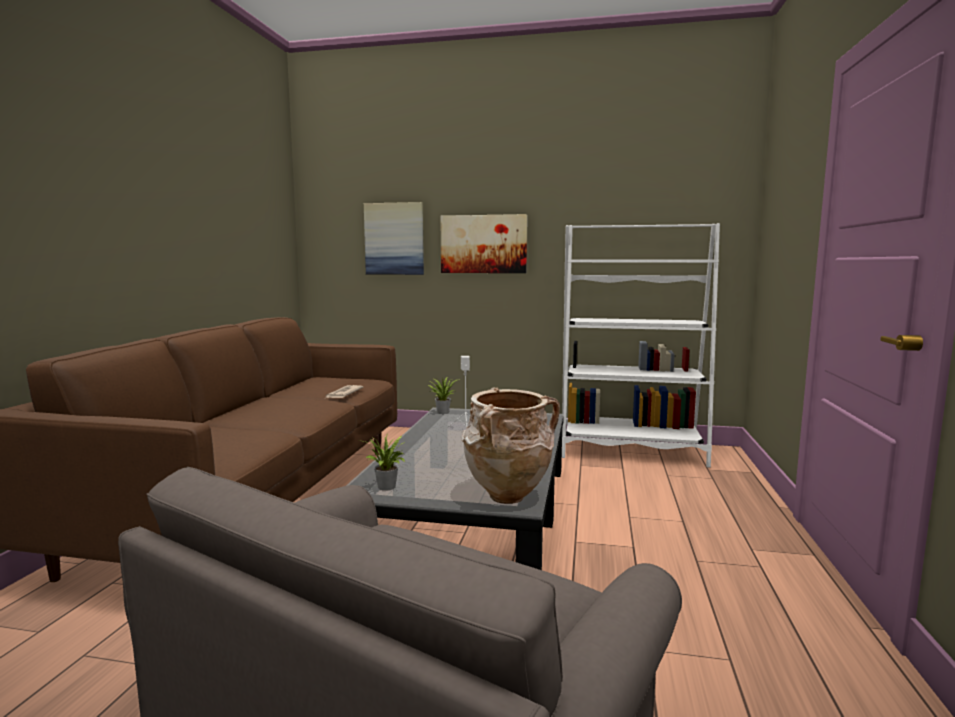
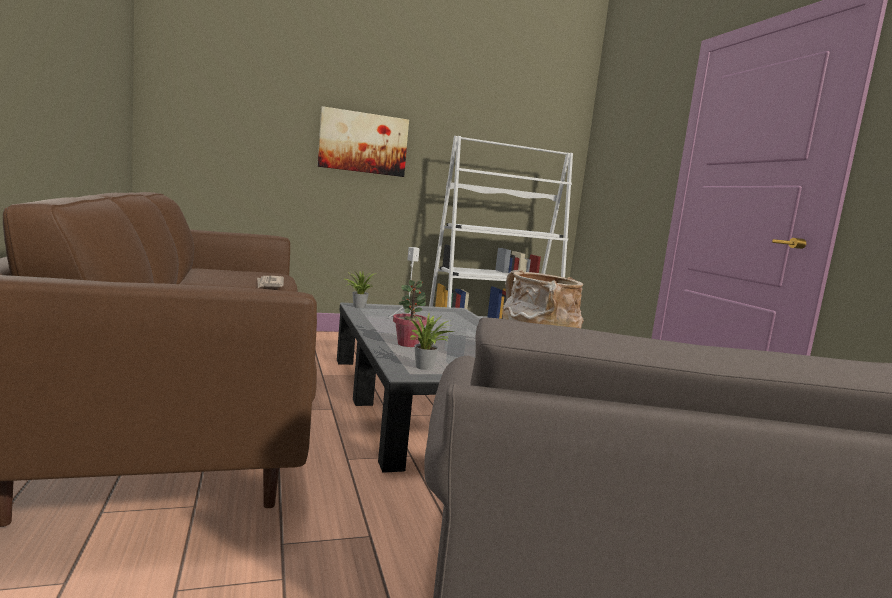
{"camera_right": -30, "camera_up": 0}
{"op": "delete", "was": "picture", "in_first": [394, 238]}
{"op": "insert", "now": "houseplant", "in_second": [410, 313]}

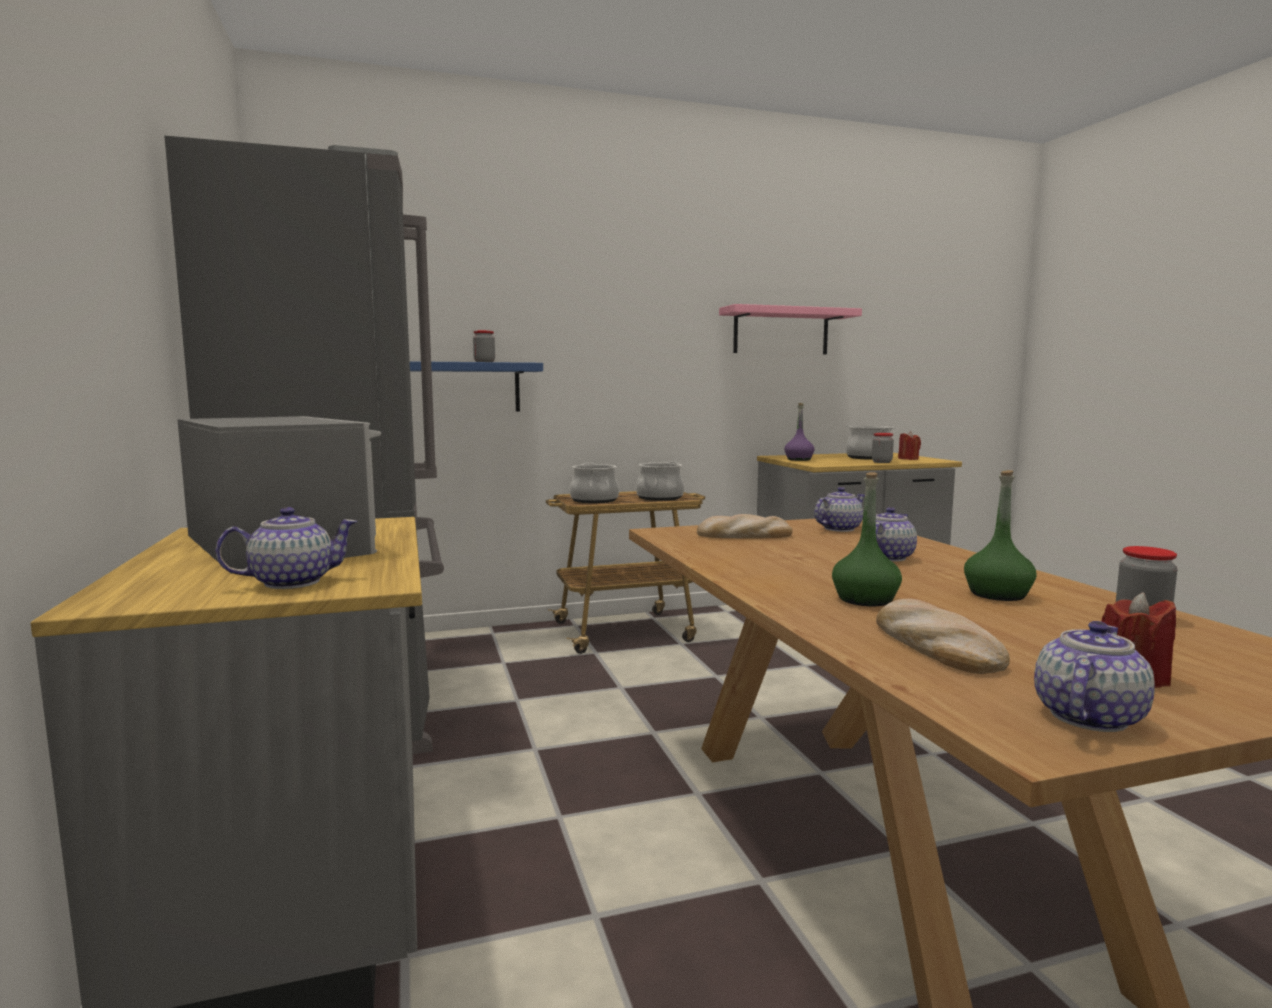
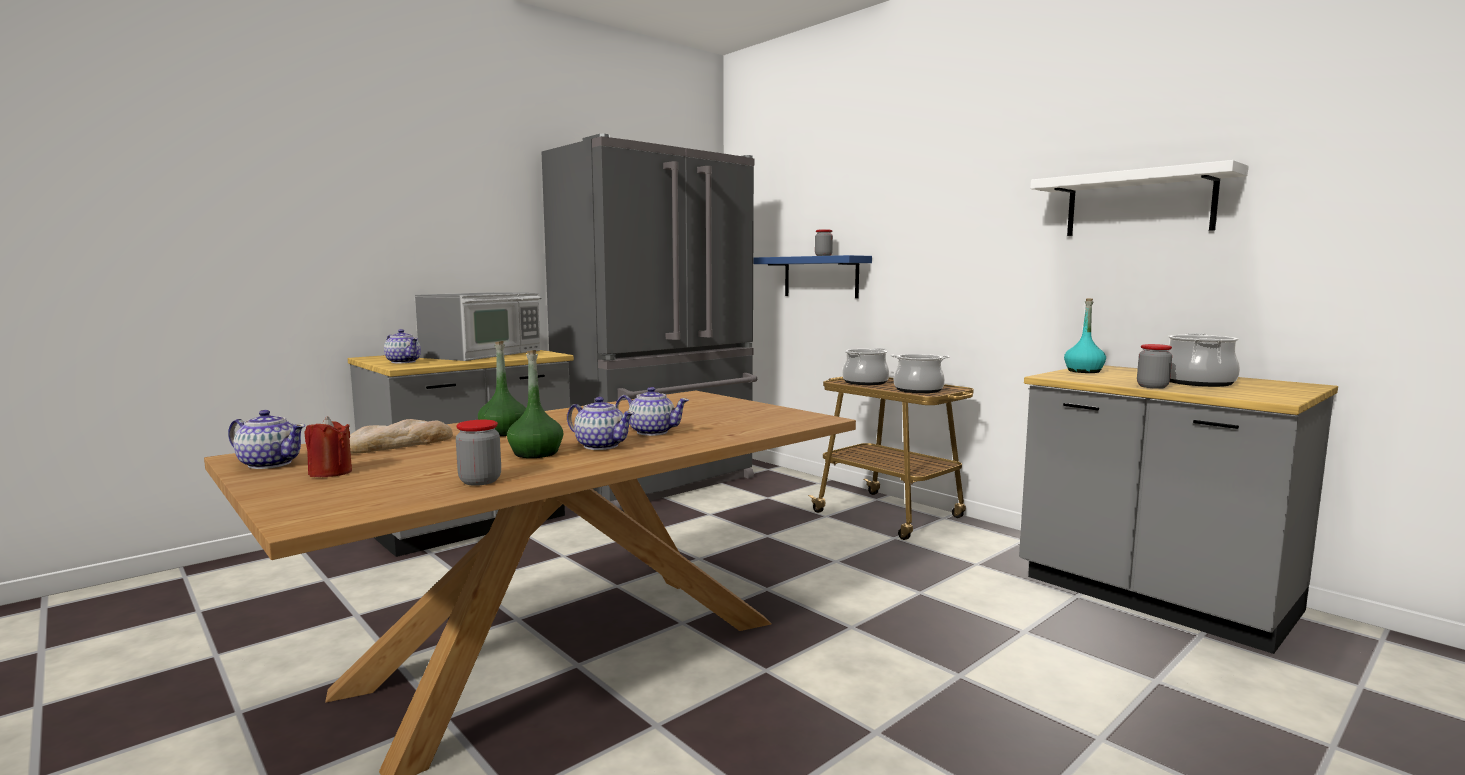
{"camera_right": 65, "camera_up": 0}
{"op": "delete", "was": "bread", "in_first": [745, 526]}
{"op": "delete", "was": "red wax light", "in_first": [909, 445]}
{"op": "move", "was": "pot for tea", "in_first": [839, 509], "in_second": [600, 423]}
{"op": "recolor", "was": "pinkish bracket shelf", "now": "white bracket shelf", "in_first": [790, 329], "in_second": [1139, 198]}
{"op": "recolor", "was": "purplish beverage bottle", "now": "blue-green beverage bottle", "in_first": [799, 432], "in_second": [1085, 335]}

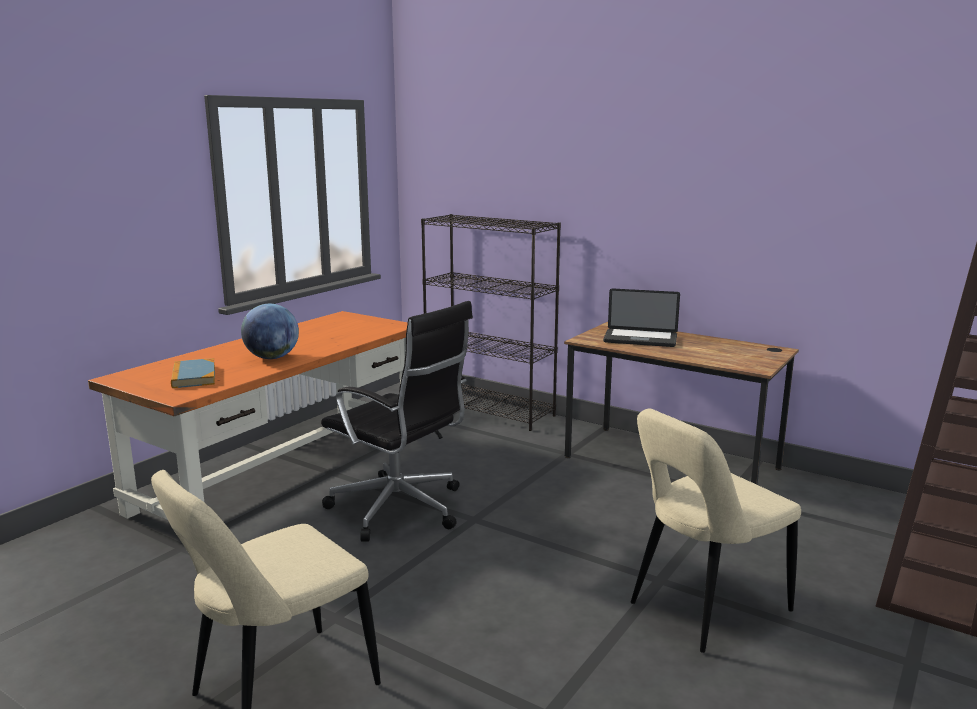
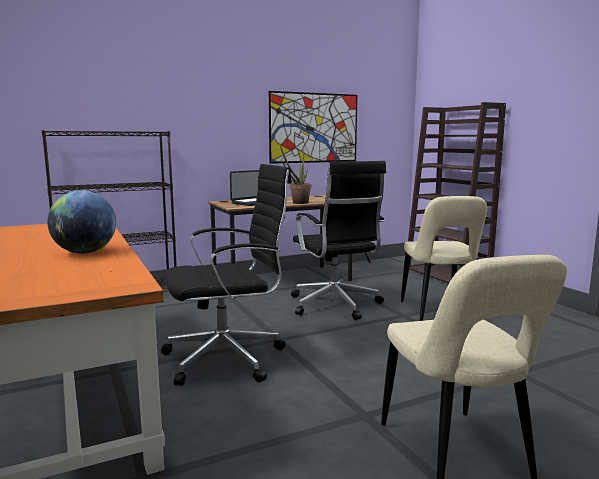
{"camera_right": -60, "camera_up": -5}
{"op": "delete", "was": "book", "in_first": [193, 373]}
{"op": "insert", "now": "picture", "in_second": [313, 127]}
{"op": "insert", "now": "houseplant", "in_second": [296, 174]}
{"op": "insert", "now": "blackish office chair", "in_second": [338, 240]}

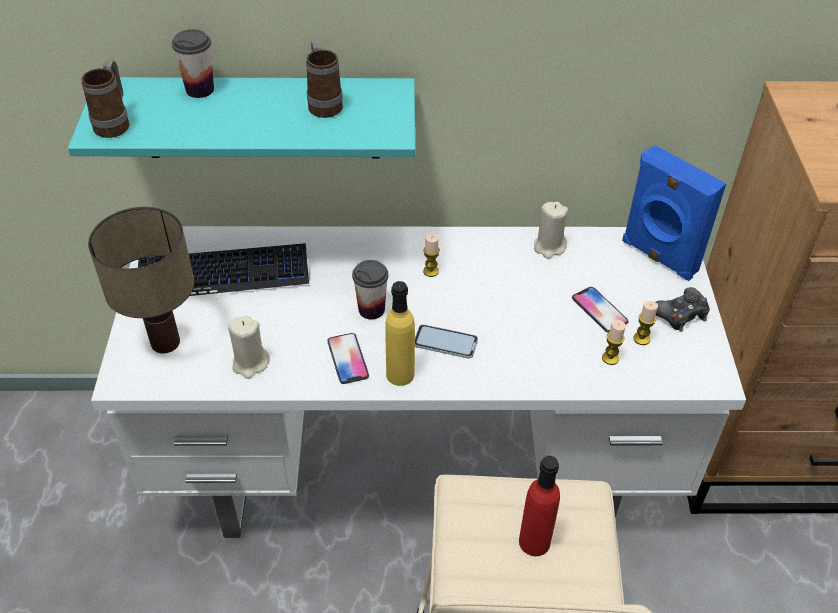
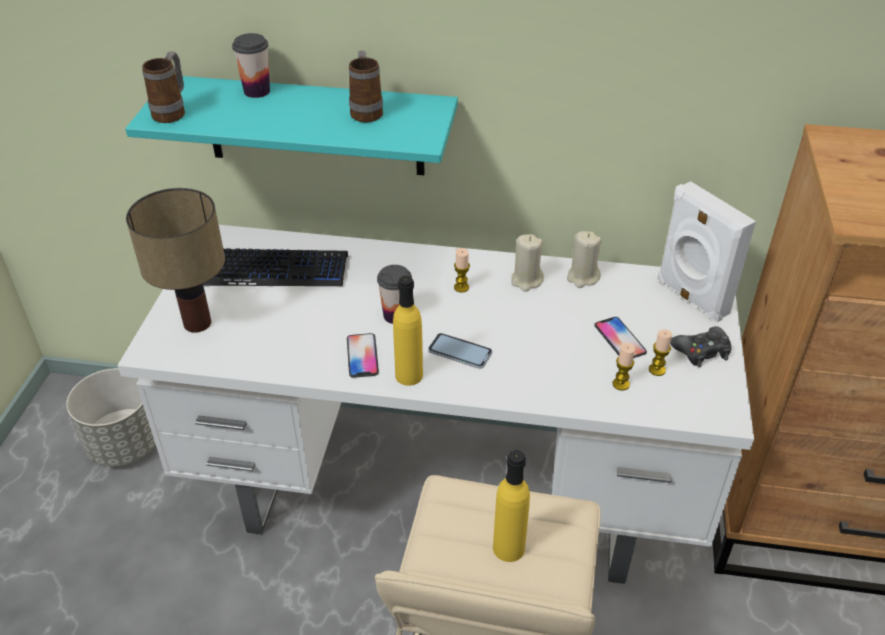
{"camera_right": 10, "camera_up": -5}
{"op": "insert", "now": "greyish flower pot", "in_second": [111, 417]}
{"op": "move", "was": "beige-coloured wax light", "in_first": [249, 347], "in_second": [527, 263]}
{"op": "recolor", "was": "red beverage bottle", "now": "yellow beverage bottle", "in_first": [539, 506], "in_second": [511, 506]}
{"op": "recolor", "was": "blue-coloured audio speaker", "now": "white audio speaker", "in_first": [674, 213], "in_second": [706, 251]}

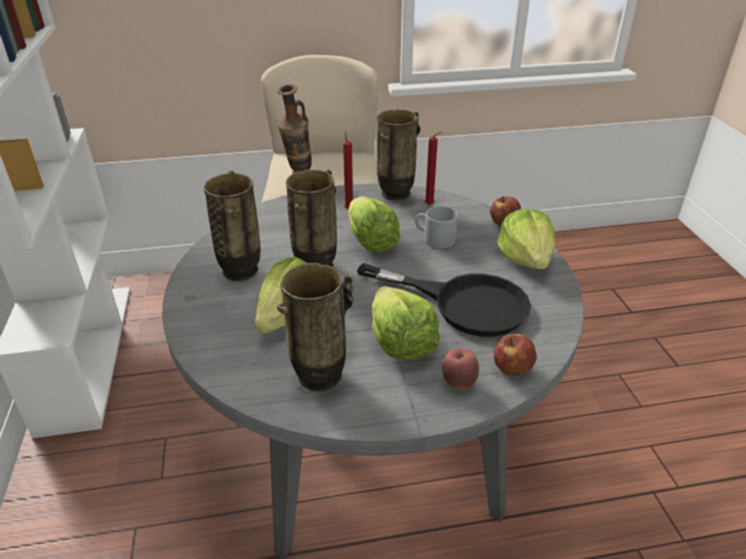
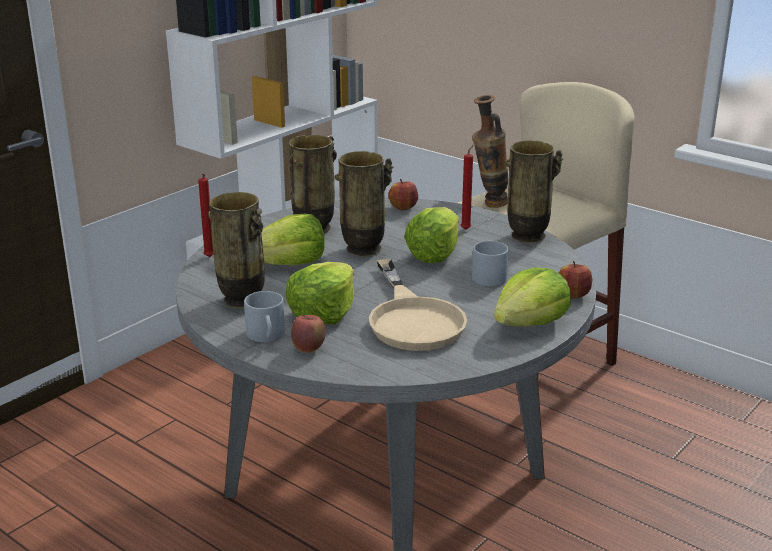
{"camera_right": 50, "camera_up": -10}
{"op": "insert", "now": "greyish tea mug", "in_second": [264, 316]}
{"op": "move", "was": "red wax light", "in_first": [433, 168], "in_second": [205, 215]}
{"op": "move", "was": "apple", "in_first": [515, 355], "in_second": [403, 194]}
{"op": "recolor", "was": "blackish pan", "now": "beige-coloured pan", "in_first": [444, 300], "in_second": [418, 305]}

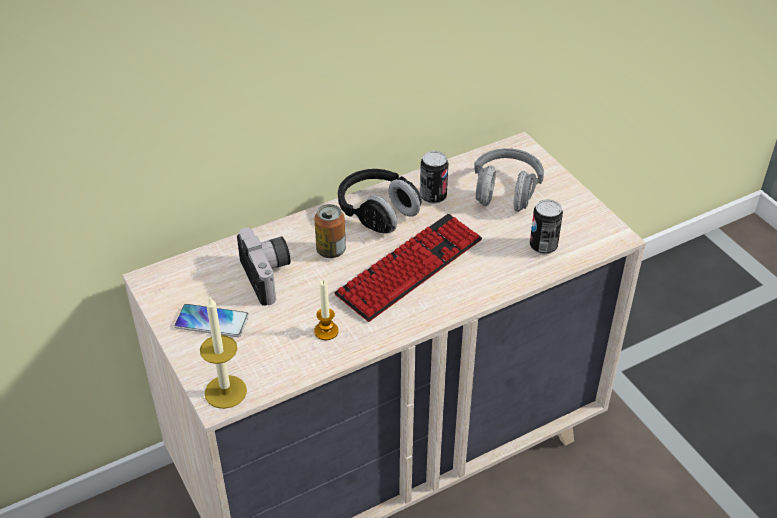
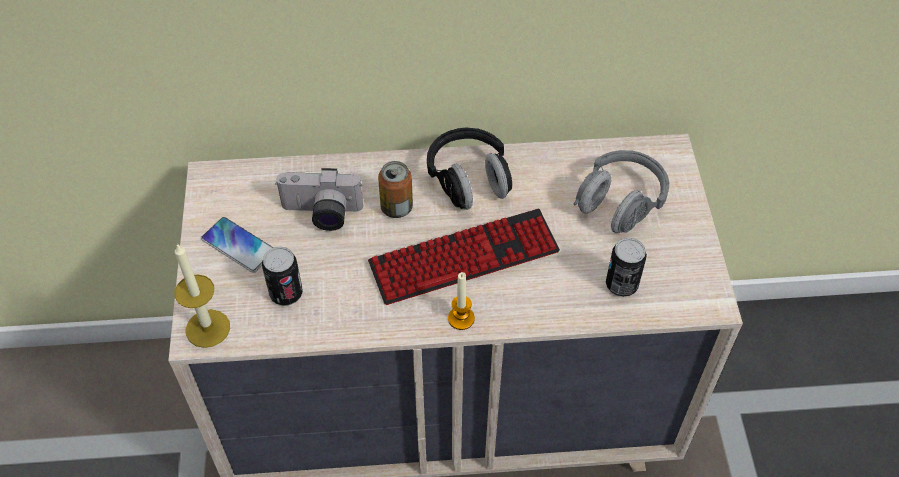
{"camera_right": 25, "camera_up": 10}
{"op": "move", "was": "wax light", "in_first": [326, 310], "in_second": [461, 301]}
{"op": "move", "was": "metal can", "in_first": [434, 177], "in_second": [282, 276]}
{"op": "rotate", "was": "photo camera", "in_first": [263, 267], "in_second": [319, 199], "clockwise": 90}

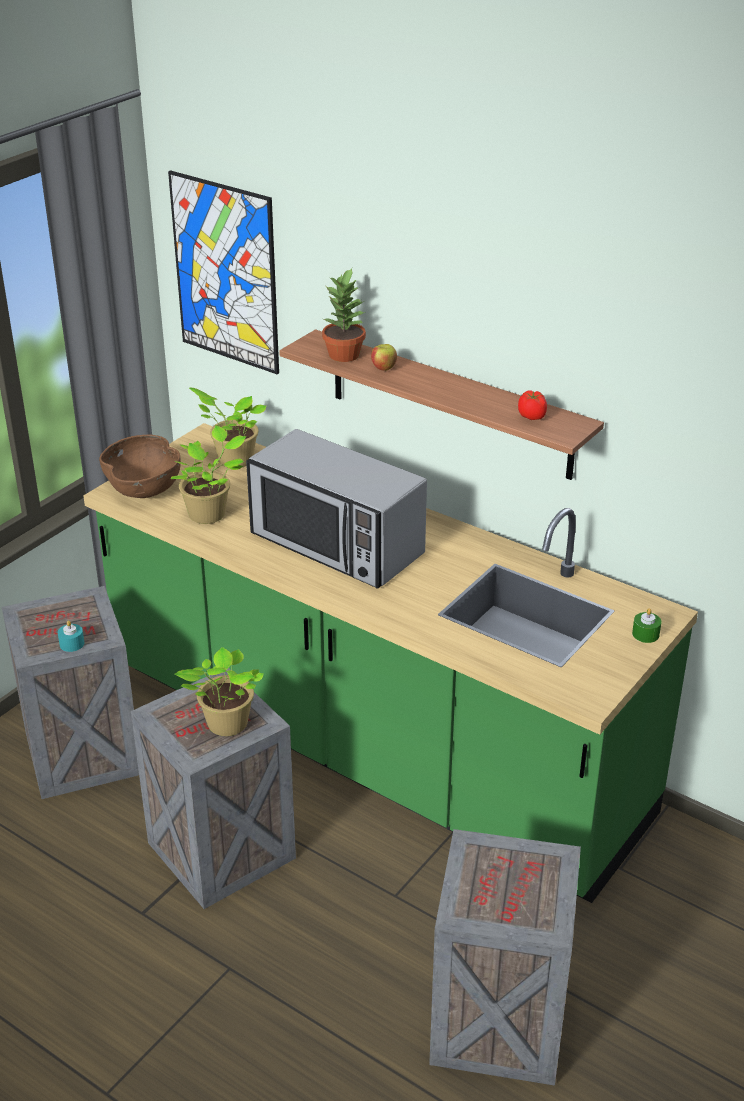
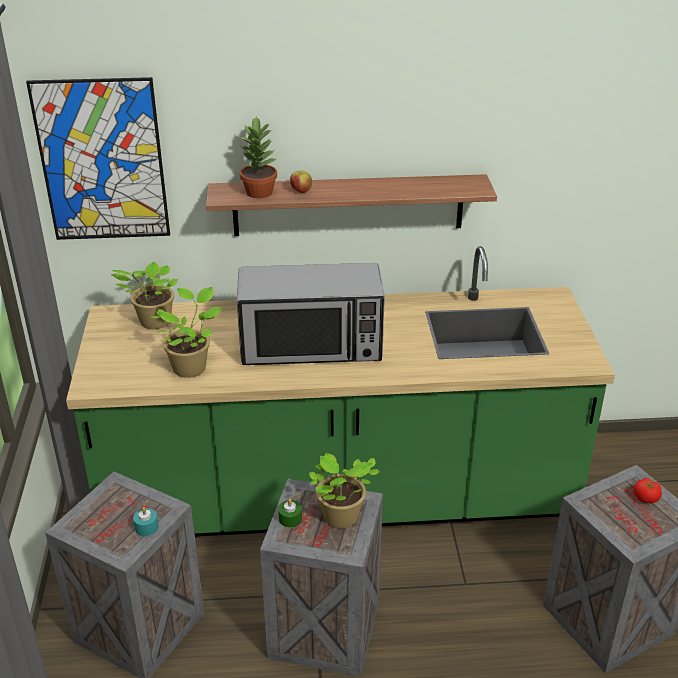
{"camera_right": -40, "camera_up": 0}
{"op": "delete", "was": "brown-coloured bowl", "in_first": [140, 466]}
{"op": "move", "was": "whole tomato", "in_first": [532, 405], "in_second": [647, 491]}
{"op": "move", "was": "green-coloured wax light", "in_first": [646, 625], "in_second": [290, 513]}

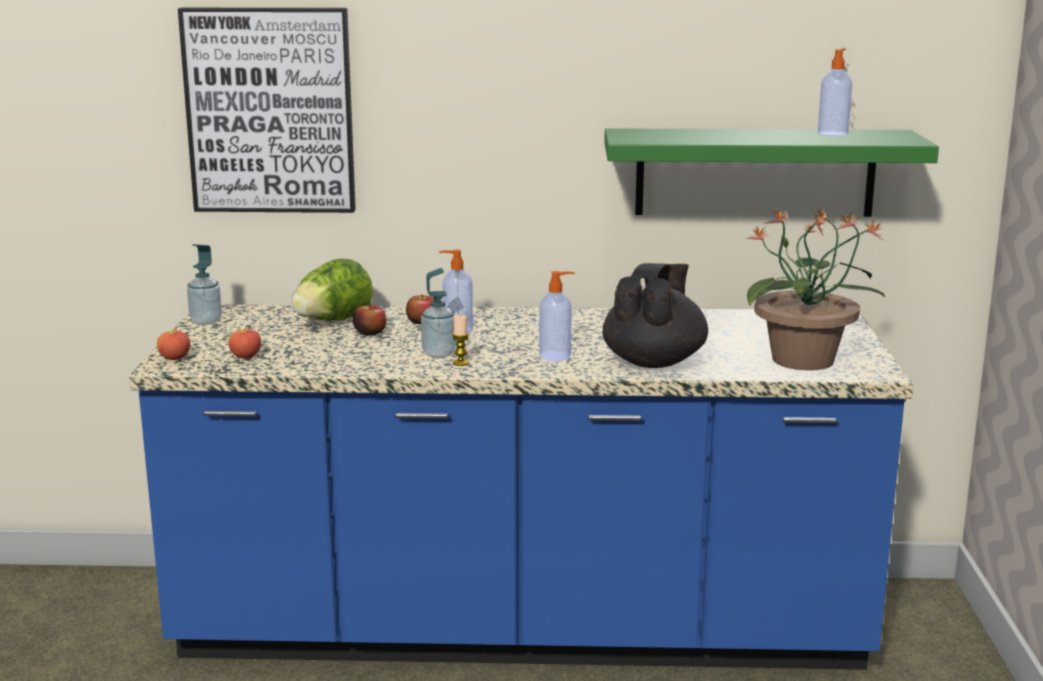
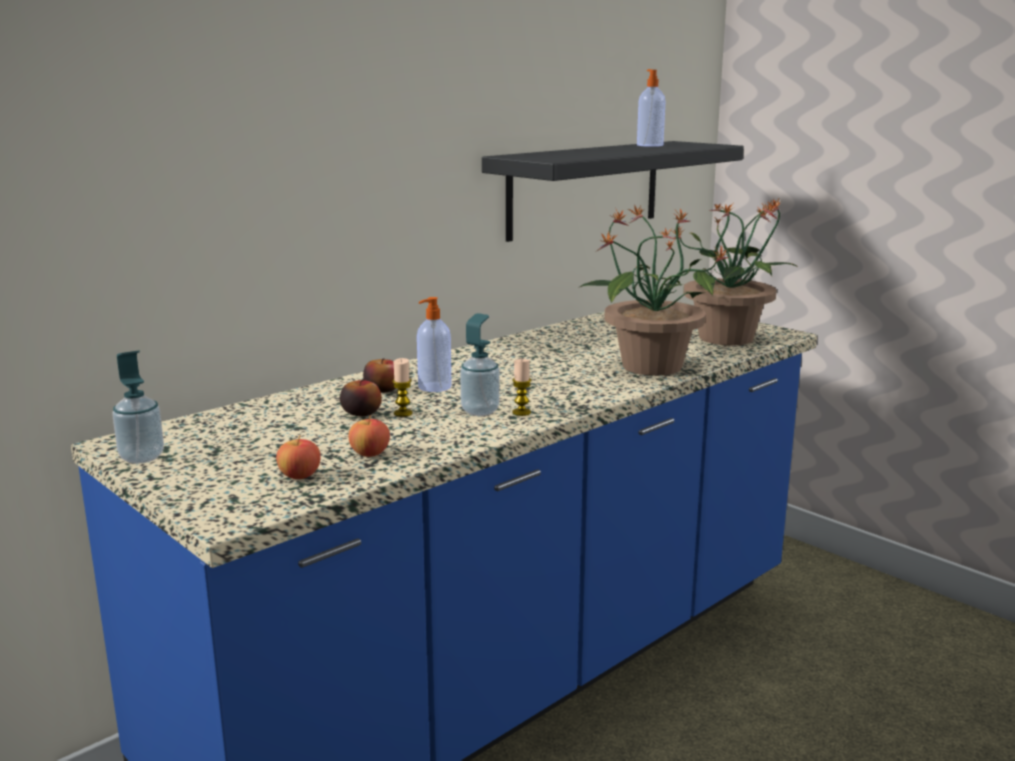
{"camera_right": -45, "camera_up": 0}
{"op": "delete", "was": "picture", "in_first": [267, 110]}
{"op": "delete", "was": "lettuce head", "in_first": [332, 290]}
{"op": "delete", "was": "soap dispenser", "in_first": [557, 316]}
{"op": "insert", "now": "wax light", "in_second": [402, 387]}
{"op": "move", "was": "apple", "in_first": [173, 343], "in_second": [369, 436]}
{"op": "replace", "was": "blackish pot for tea", "now": "houseplant", "in_first": [655, 315], "in_second": [653, 290]}
{"op": "recolor", "was": "green-coloured bracket shelf", "now": "blackish bracket shelf", "in_first": [771, 172], "in_second": [613, 191]}

